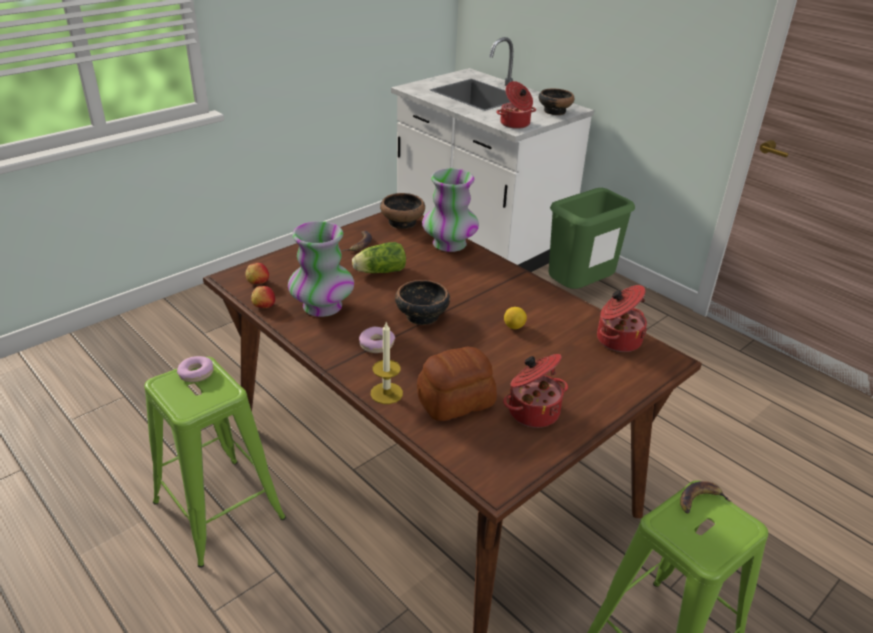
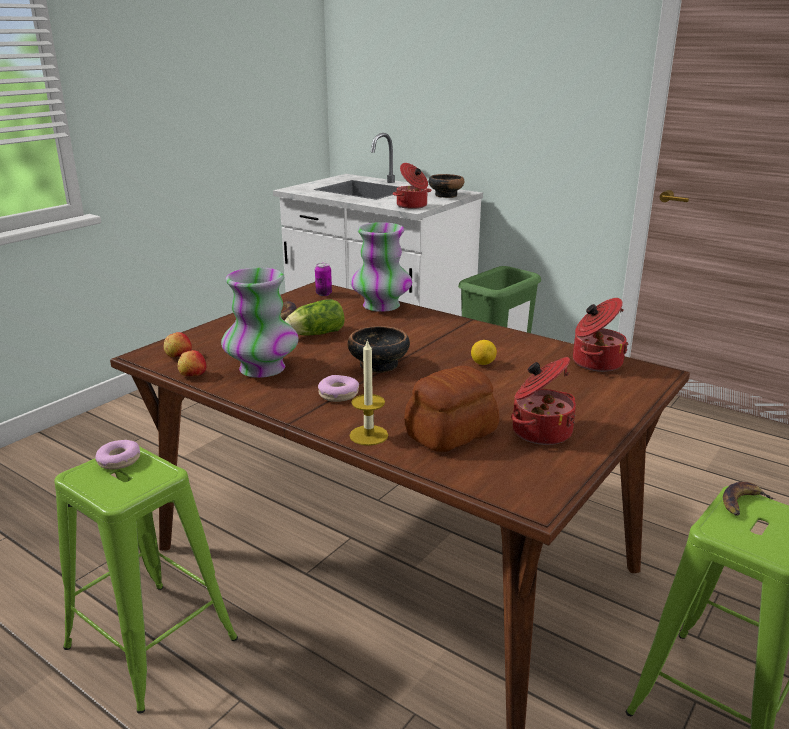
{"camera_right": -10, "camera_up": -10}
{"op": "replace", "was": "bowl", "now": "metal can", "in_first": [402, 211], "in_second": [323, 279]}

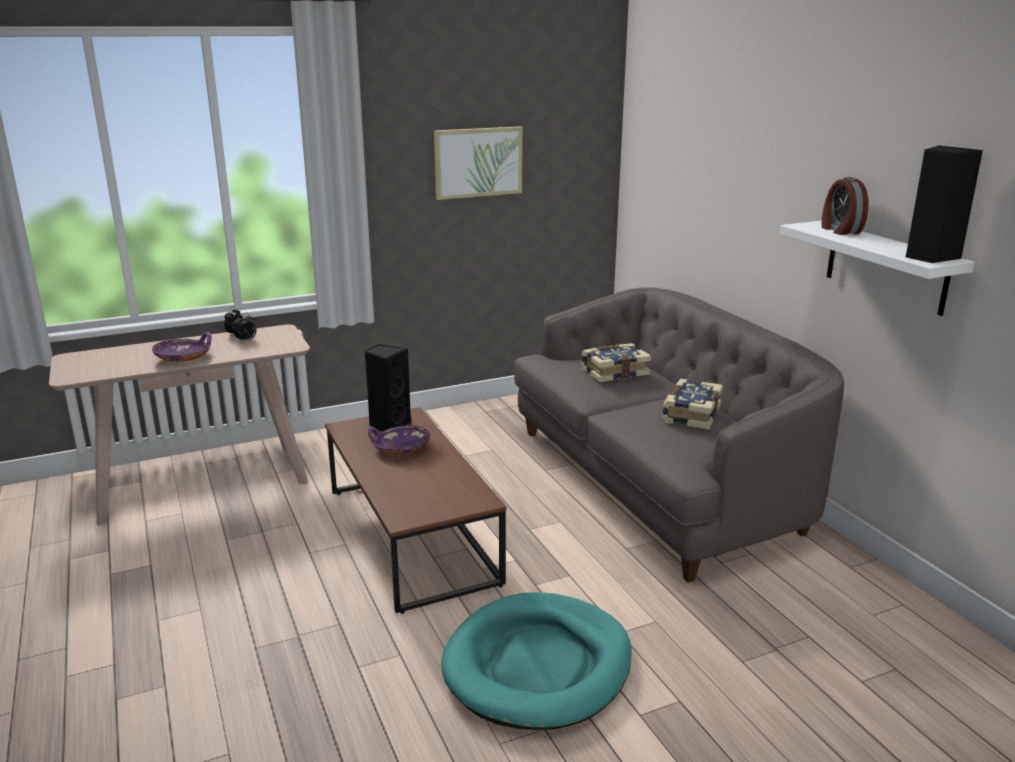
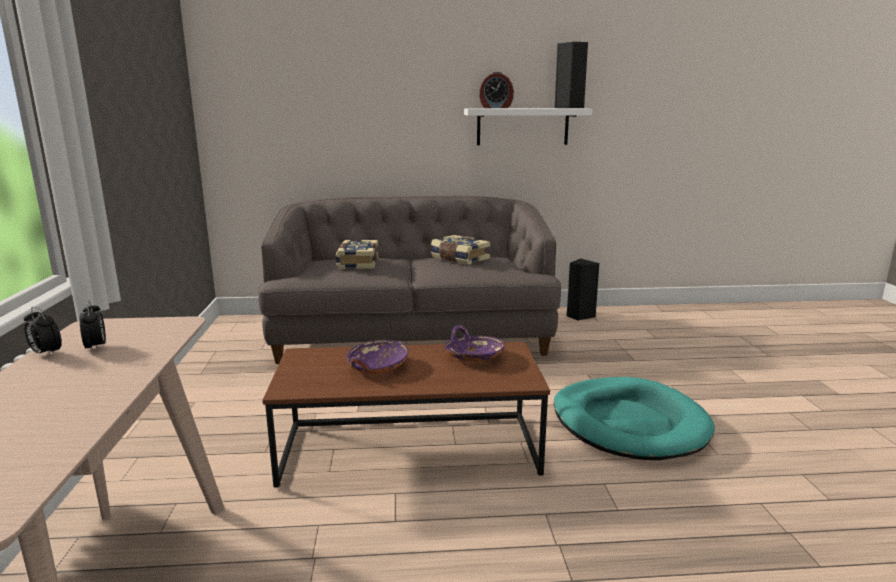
{"camera_right": -70, "camera_up": -5}
{"op": "delete", "was": "picture", "in_first": [478, 163]}
{"op": "move", "was": "purplish bowl", "in_first": [182, 347], "in_second": [474, 343]}
{"op": "move", "was": "blackish audio speaker", "in_first": [388, 388], "in_second": [583, 290]}

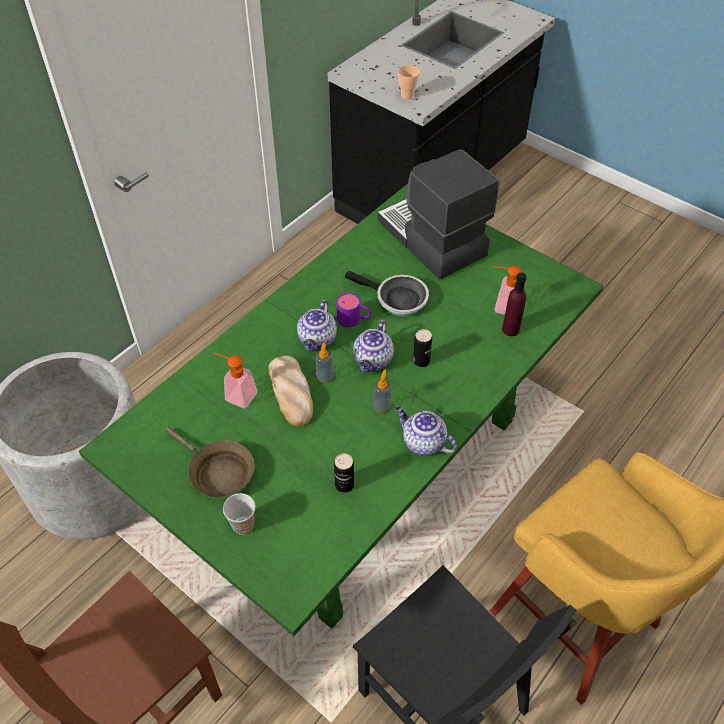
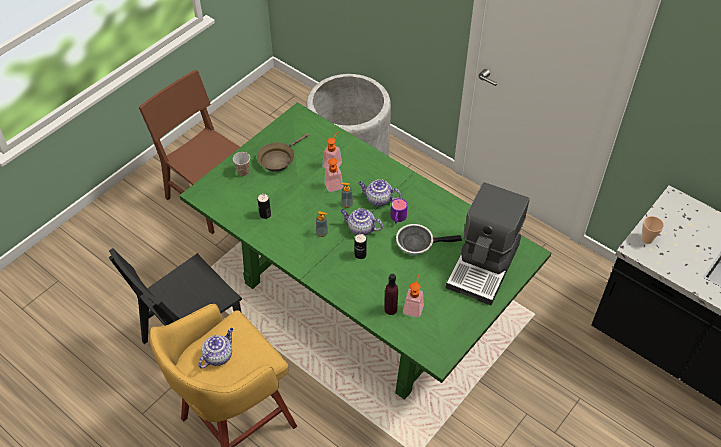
{"camera_right": 90, "camera_up": 0}
{"op": "move", "was": "pot for tea", "in_first": [426, 431], "in_second": [215, 348]}
{"op": "replace", "was": "bread", "now": "soap dispenser", "in_first": [290, 391], "in_second": [333, 175]}
{"op": "rotate", "was": "pan", "in_first": [387, 293], "in_second": [429, 239], "clockwise": 60}
{"op": "rotate", "was": "coffee machine", "in_first": [438, 214], "in_second": [488, 243], "clockwise": 150}

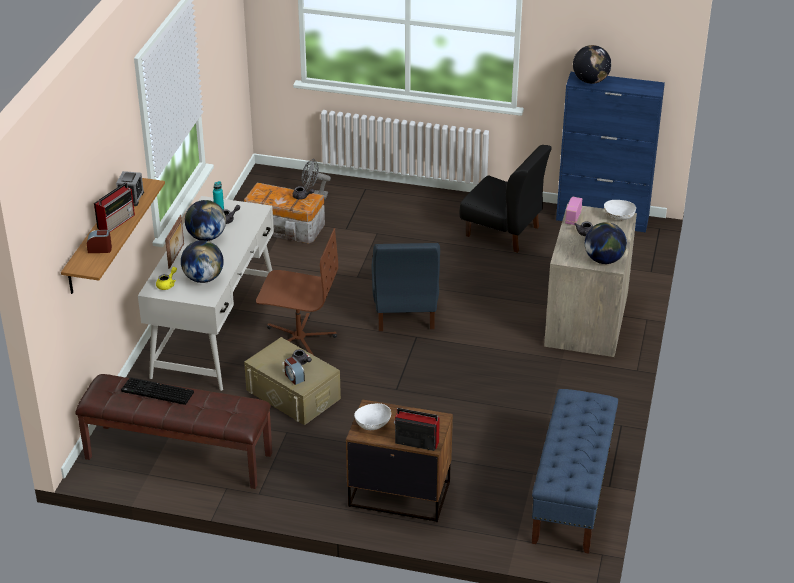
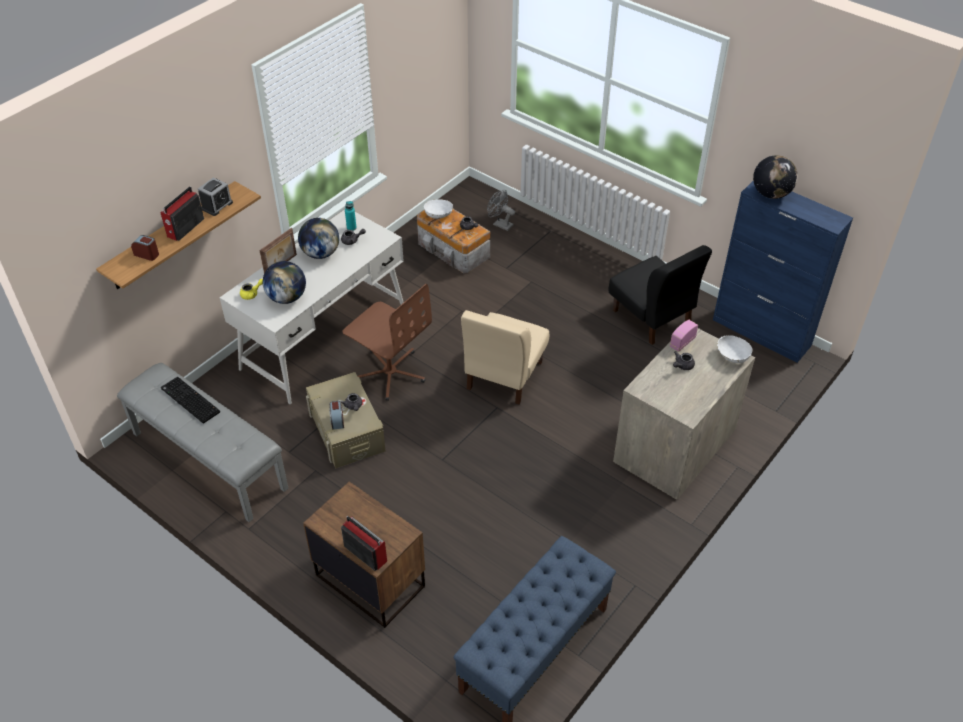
{"camera_right": 25, "camera_up": 10}
{"op": "delete", "was": "world globe", "in_first": [606, 243]}
{"op": "move", "was": "white bowl", "in_first": [372, 416], "in_second": [438, 209]}
{"op": "recolor", "was": "brown-coloured long seat", "now": "greyish long seat", "in_first": [173, 431], "in_second": [202, 442]}
{"op": "recolor", "was": "blue-coloured upright chair", "now": "beige-coloured upright chair", "in_first": [406, 287], "in_second": [505, 357]}
{"op": "rotate", "was": "radio set", "in_first": [114, 207], "in_second": [182, 214], "clockwise": 150}

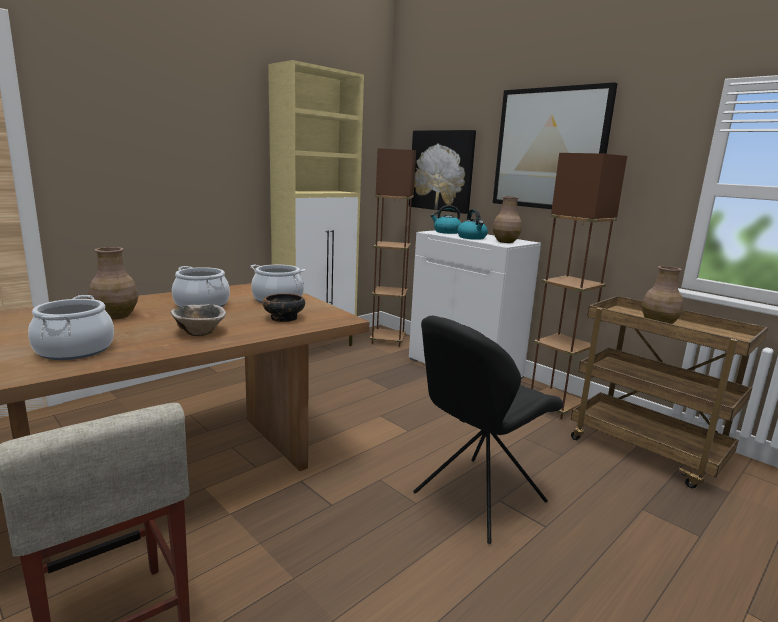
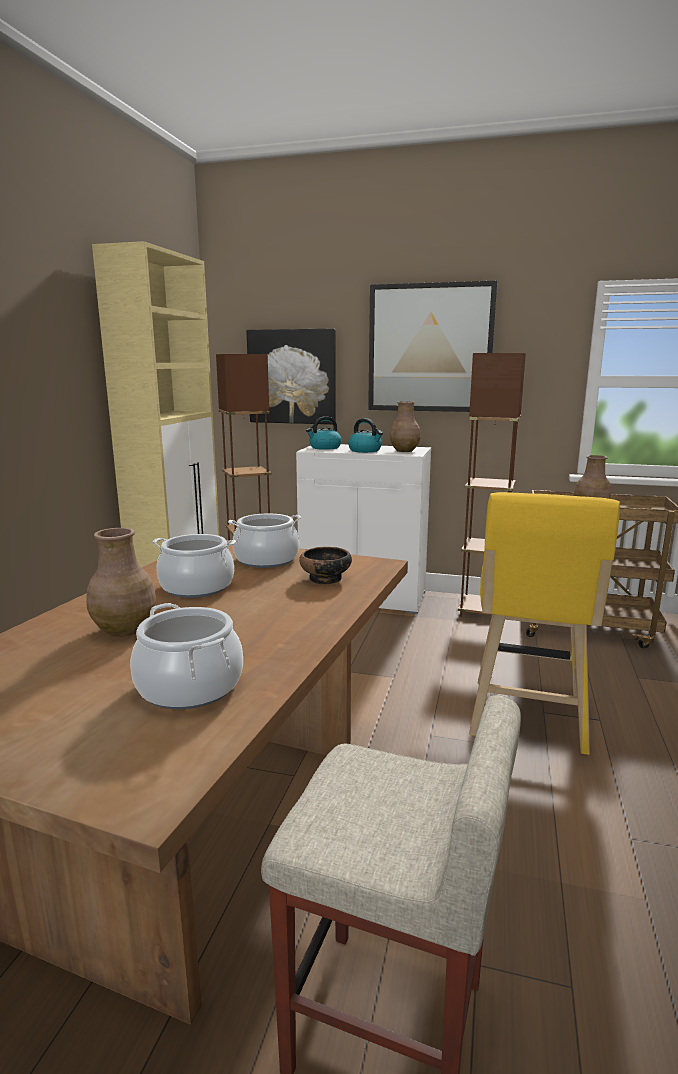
{"camera_right": -30, "camera_up": 0}
{"op": "delete", "was": "bowl", "in_first": [198, 320]}
{"op": "replace", "was": "blackish upright chair", "now": "yellow stool seat", "in_first": [488, 430], "in_second": [544, 623]}

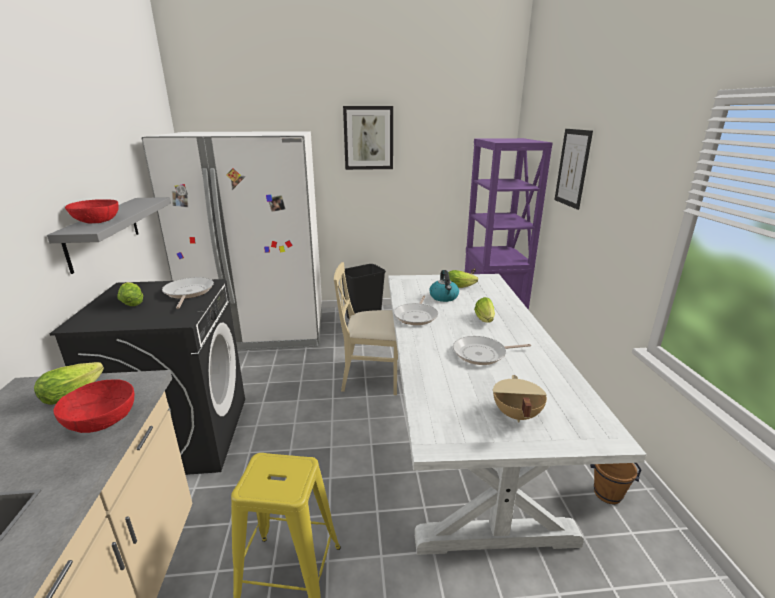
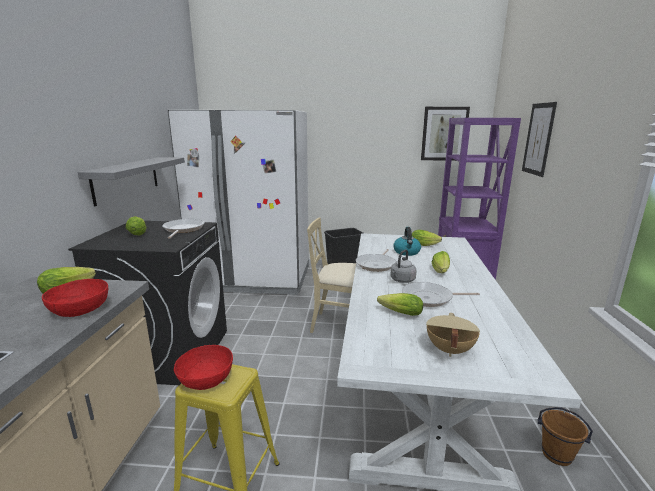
{"camera_right": 10, "camera_up": -5}
{"op": "insert", "now": "lettuce head", "in_second": [400, 304]}
{"op": "insert", "now": "greyish tea kettle", "in_second": [403, 266]}
{"op": "move", "was": "red bowl", "in_first": [91, 211], "in_second": [203, 367]}
{"op": "move", "was": "picture", "in_first": [368, 138], "in_second": [445, 134]}

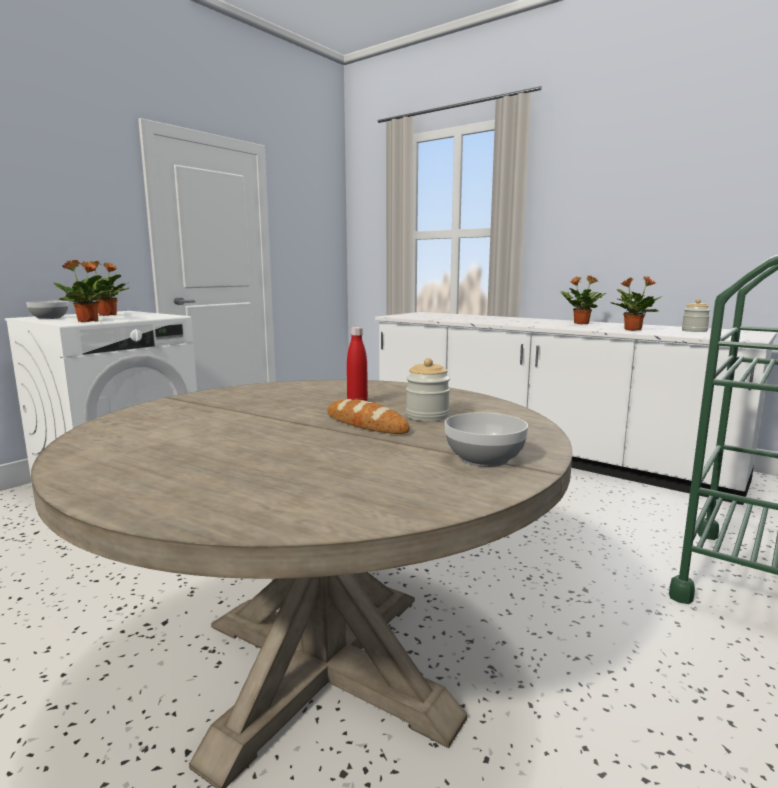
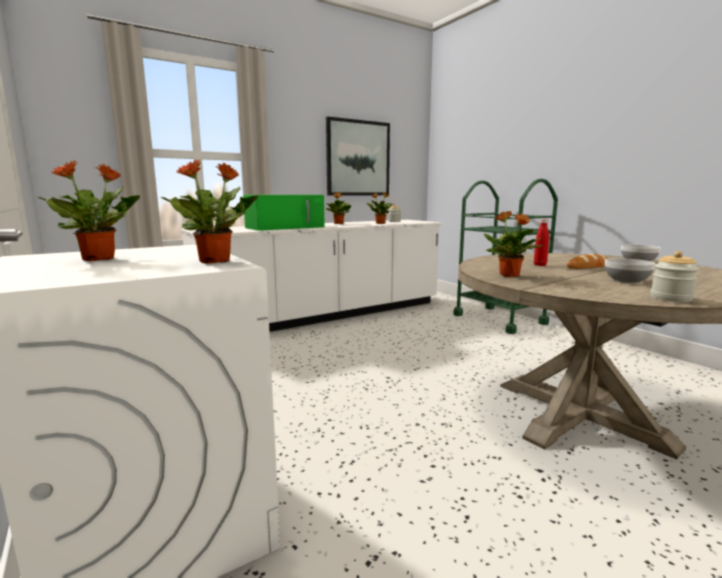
{"camera_right": -70, "camera_up": 0}
{"op": "insert", "now": "green-coloured kitchen microwave", "in_second": [284, 213]}
{"op": "insert", "now": "picture", "in_second": [358, 156]}
{"op": "insert", "now": "houseplant", "in_second": [512, 244]}
{"op": "move", "was": "bowl", "in_first": [47, 310], "in_second": [630, 270]}
{"op": "move", "was": "jar", "in_first": [428, 389], "in_second": [675, 276]}

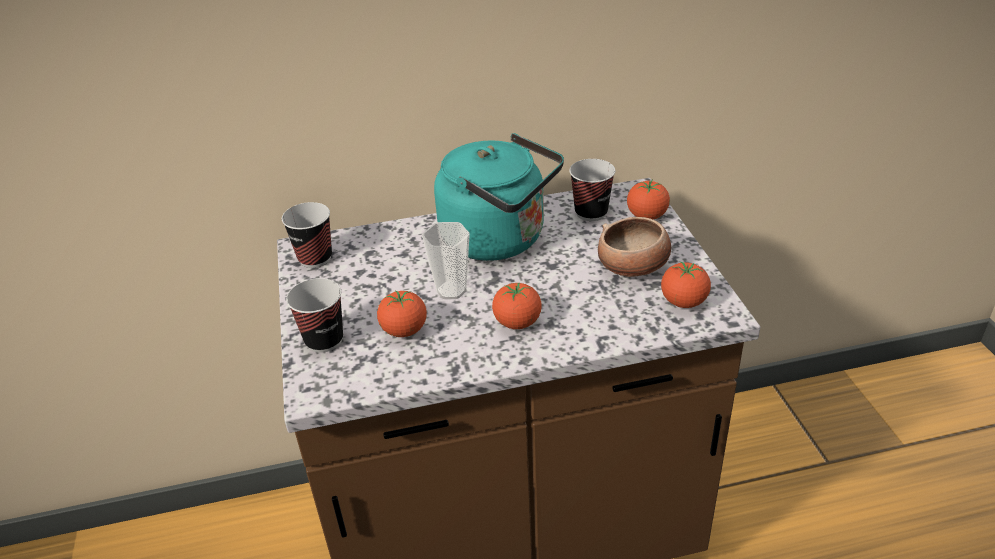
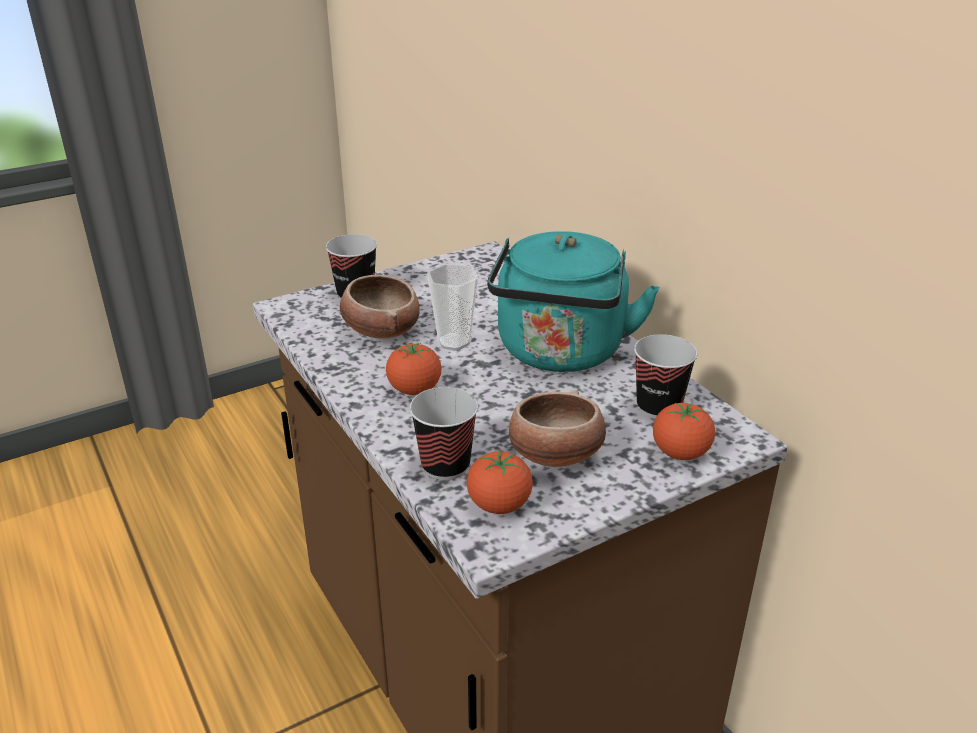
{"camera_right": 70, "camera_up": -5}
{"op": "move", "was": "drinking cup", "in_first": [307, 235], "in_second": [444, 433]}
{"op": "replace", "was": "whole tomato", "now": "bowl", "in_first": [402, 314], "in_second": [380, 307]}

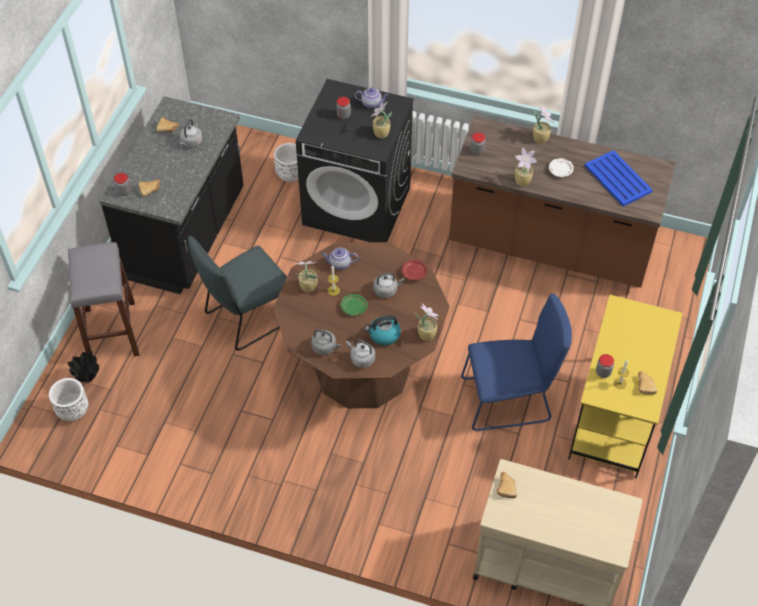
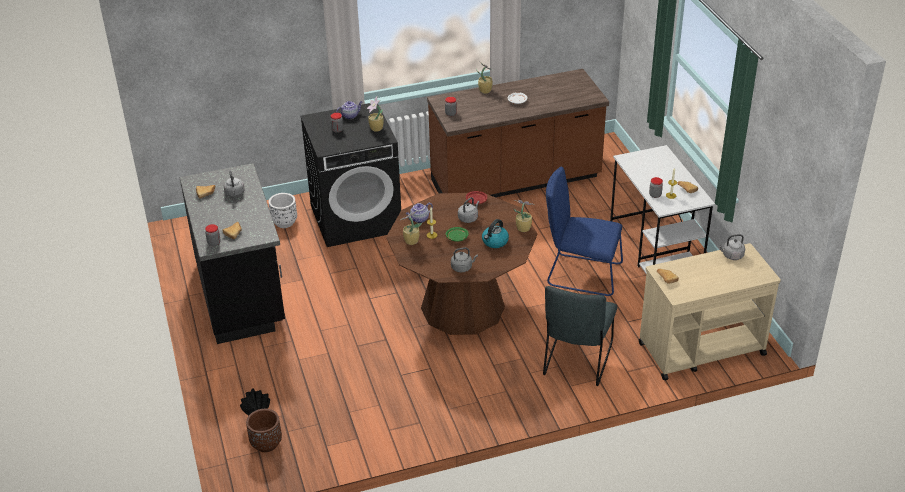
{"camera_right": -35, "camera_up": -15}
{"op": "delete", "was": "greyish stool seat", "in_first": [104, 299]}
{"op": "delete", "was": "houseplant", "in_first": [526, 167]}
{"op": "delete", "was": "blue-coloured carrying tray", "in_first": [619, 178]}
{"op": "move", "was": "greyish upright chair", "in_first": [237, 293], "in_second": [580, 336]}
{"op": "move", "was": "greyish tea kettle", "in_first": [360, 353], "in_second": [731, 247]}
{"op": "recolor", "was": "white flower pot", "now": "brown-coloured flower pot", "in_first": [69, 399], "in_second": [264, 430]}
{"op": "recolor", "was": "yellow desk table", "now": "white desk table", "in_first": [625, 386], "in_second": [662, 209]}
{"op": "rotate", "was": "blue-coloured upright chair", "in_first": [516, 362], "in_second": [584, 231], "clockwise": -120}

